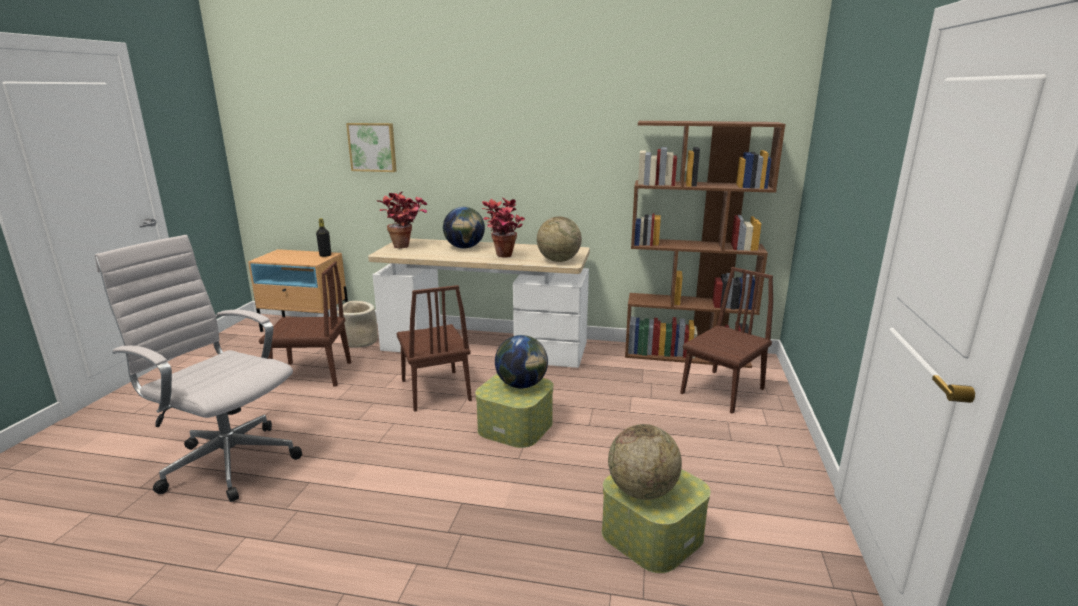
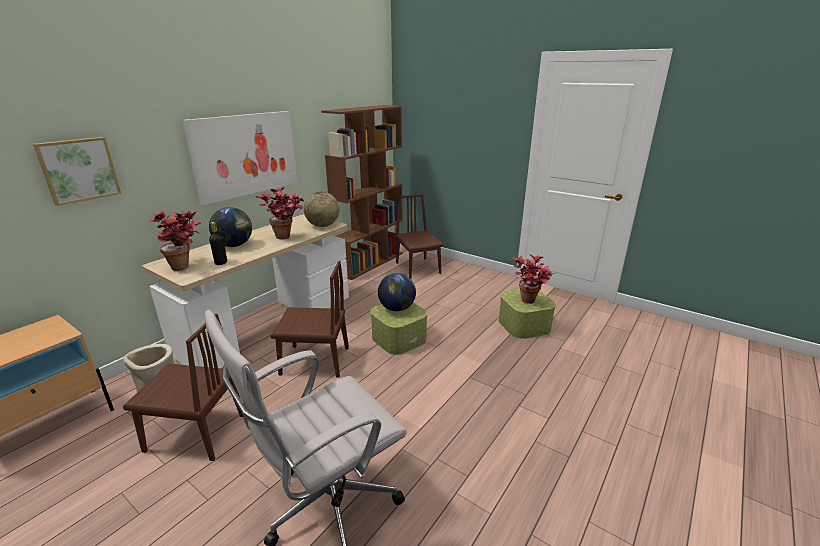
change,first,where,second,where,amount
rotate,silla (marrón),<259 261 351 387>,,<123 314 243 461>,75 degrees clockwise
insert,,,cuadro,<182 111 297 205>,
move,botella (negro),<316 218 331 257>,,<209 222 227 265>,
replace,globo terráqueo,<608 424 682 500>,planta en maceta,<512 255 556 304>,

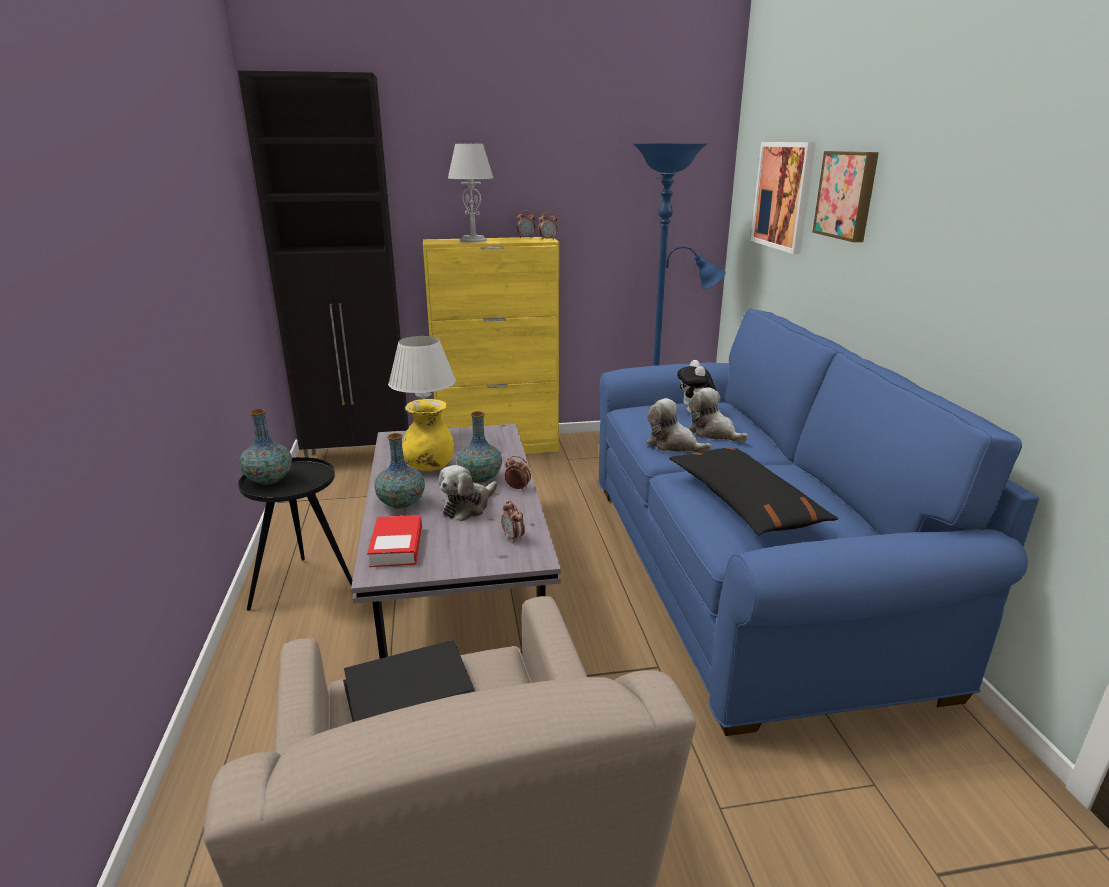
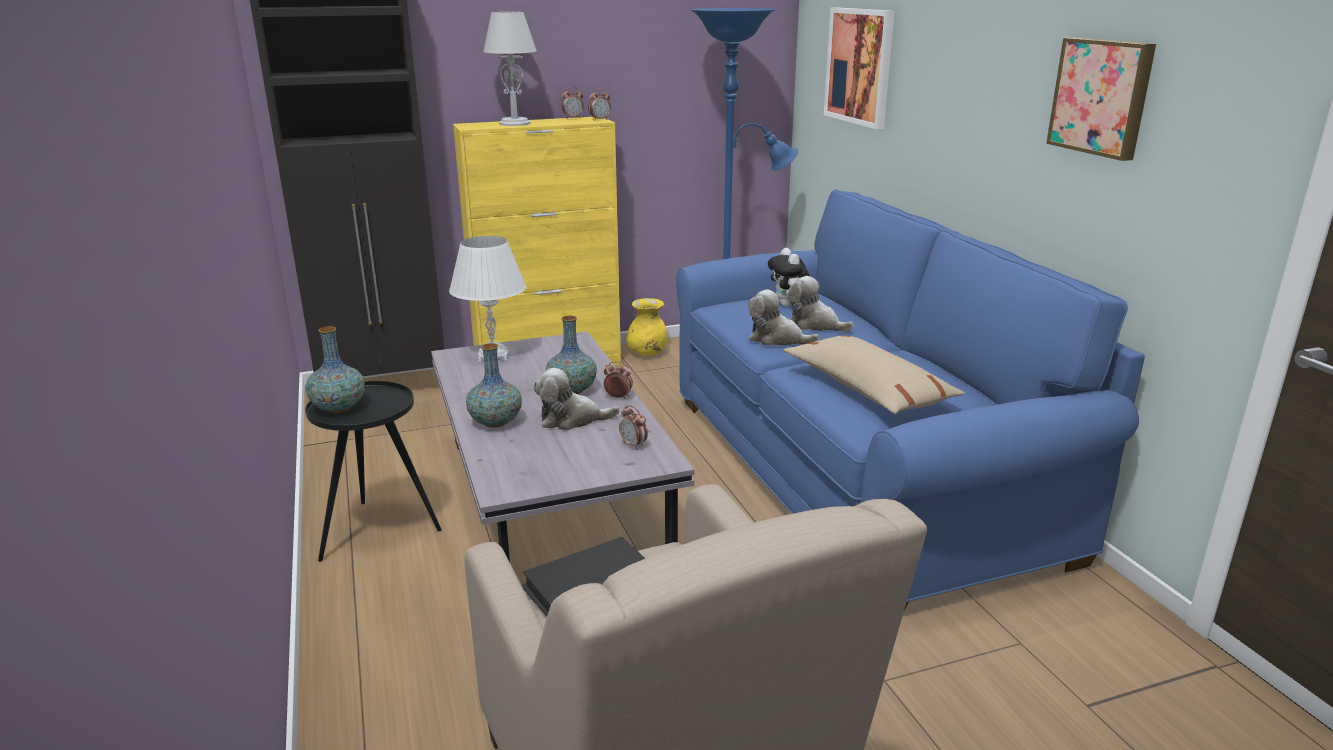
change,first,where,second,where,amount
rotate,peluche,<438 465 497 521>,,<534 368 620 431>,60 degrees clockwise
move,florero (amarillo),<402 399 454 471>,,<626 298 667 356>,
recolor,cojín (negro),<669 448 838 536>,cojín (beis),<783 335 965 414>,
move,cuadro,<812 151 879 242>,,<1046 37 1156 161>,
delete,libro,<367 515 422 567>,,,

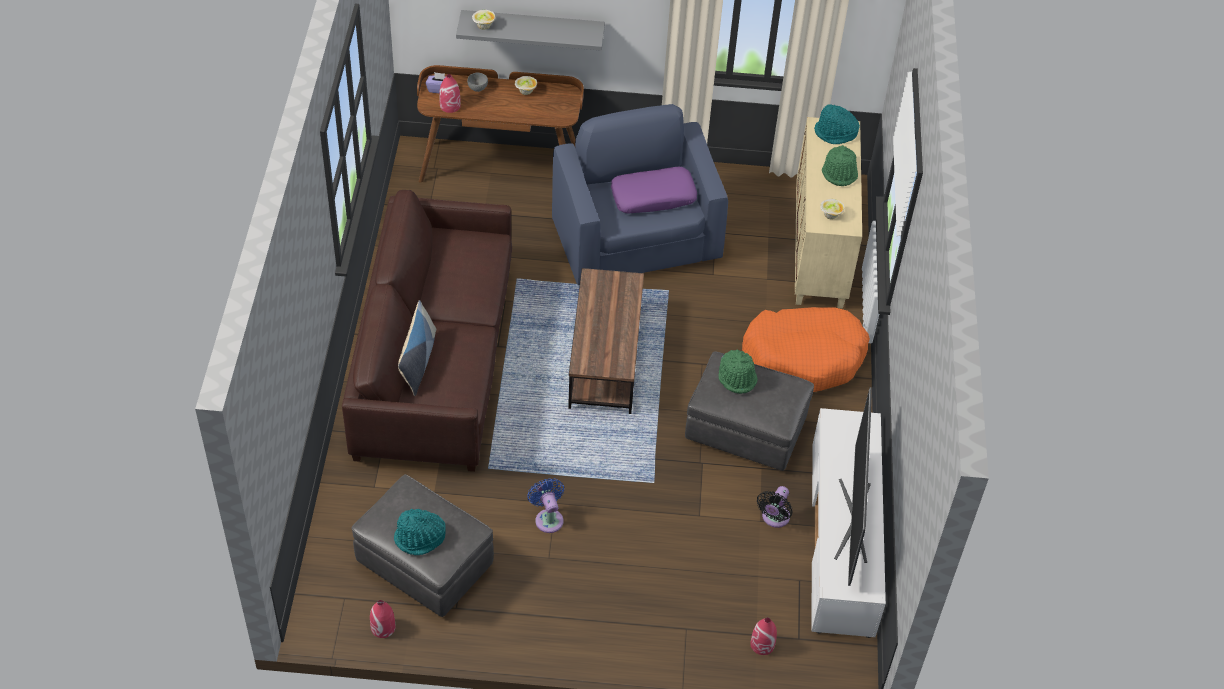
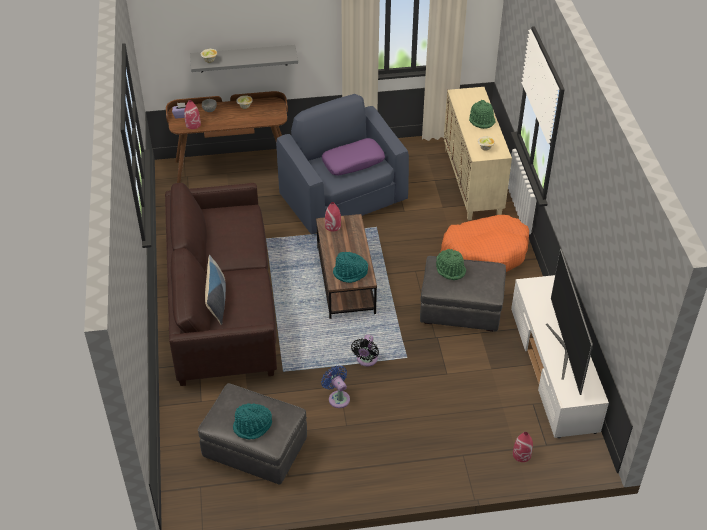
change,first,where,second,where,amount
move,florero (rojo),<370 600 396 638>,,<325 202 341 231>,
move,sombrero (turquesa),<814 104 860 144>,,<333 252 368 283>,
move,ventilador (negro),<757 486 792 528>,,<351 334 379 367>,

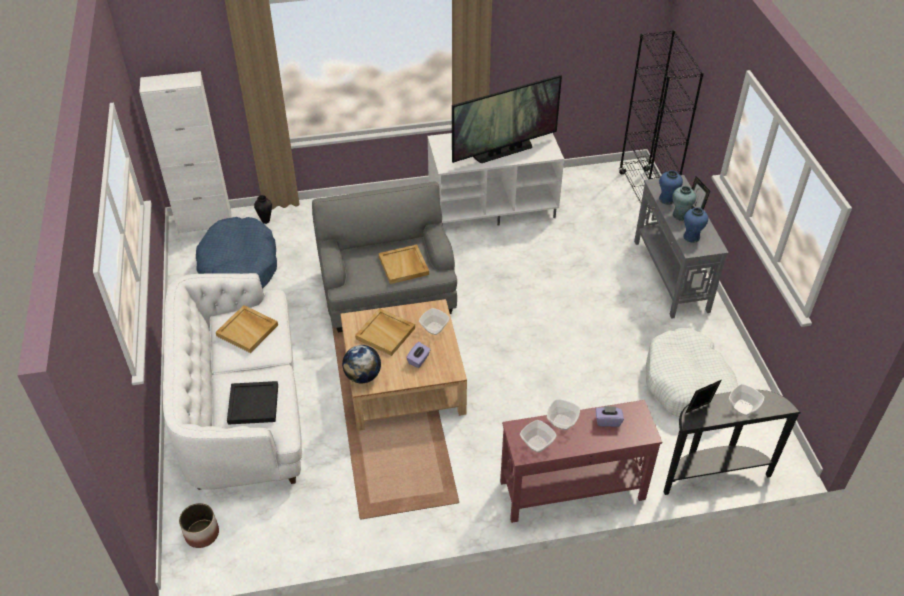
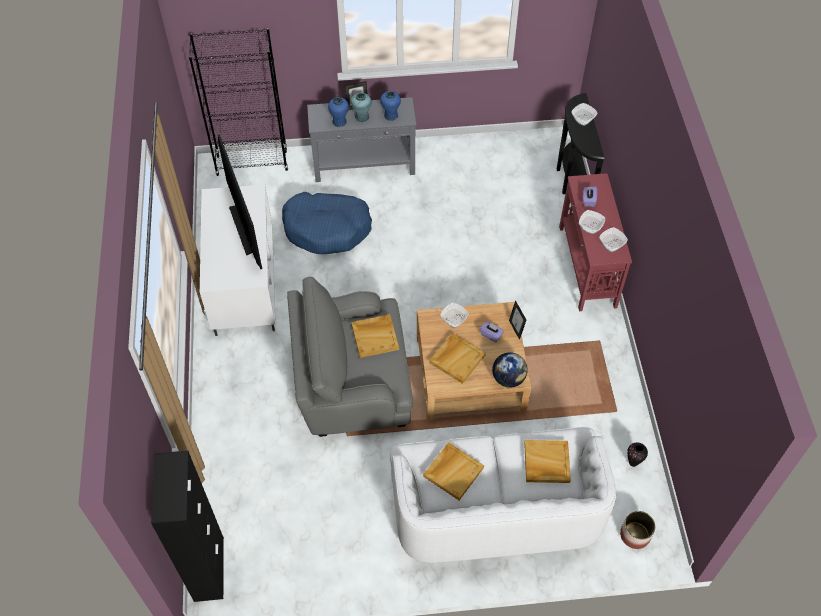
change,first,where,second,where,amount
recolor,armario (blanco),<139 71 232 234>,armario (negro),<151 450 224 602>,
move,cama para perro (azul),<196 217 277 289>,,<282 192 372 254>,
move,portarretratos,<685 380 721 413>,,<509 300 526 340>,
recolor,bandeja (negro),<227 381 278 425>,bandeja (beis),<524 440 571 483>,
move,florero,<254 195 272 224>,,<627 442 648 467>,
delete,cama para perro (blanco),<646 328 738 417>,,,

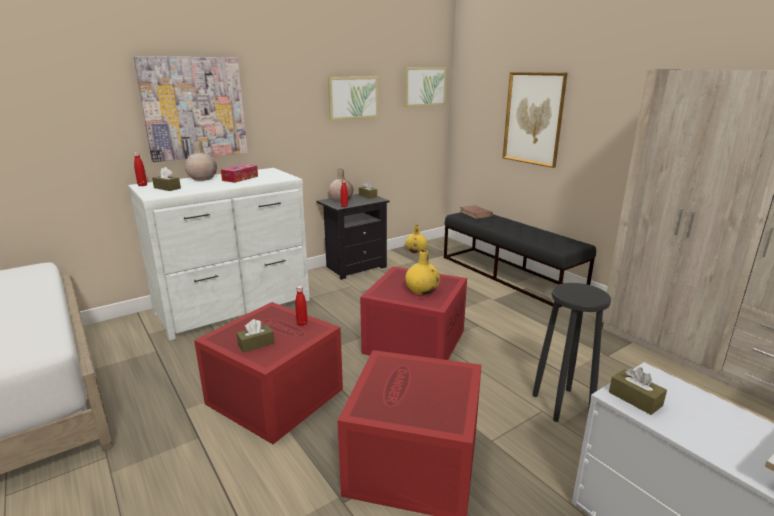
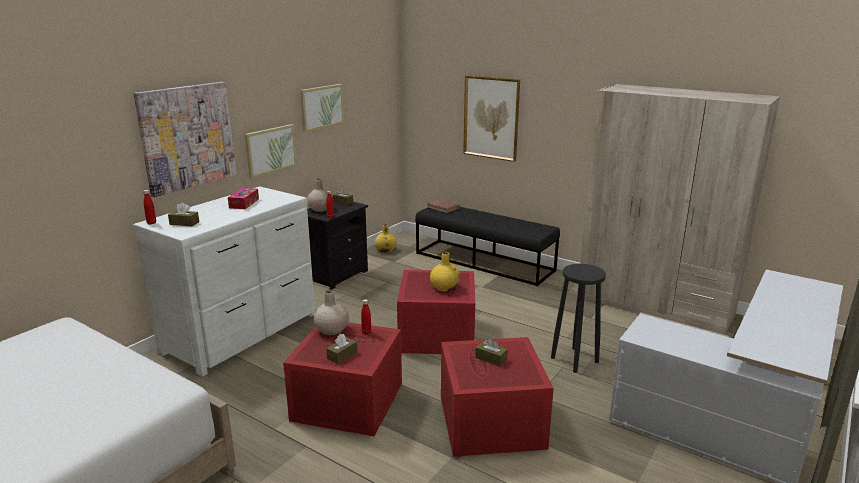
change,first,where,second,where,amount
move,cuadro,<404 67 446 107>,,<245 124 297 178>,
move,florero (beis),<185 140 217 181>,,<314 290 349 335>,
move,caja de pañuelos (marrón),<609 367 667 415>,,<475 338 508 366>,

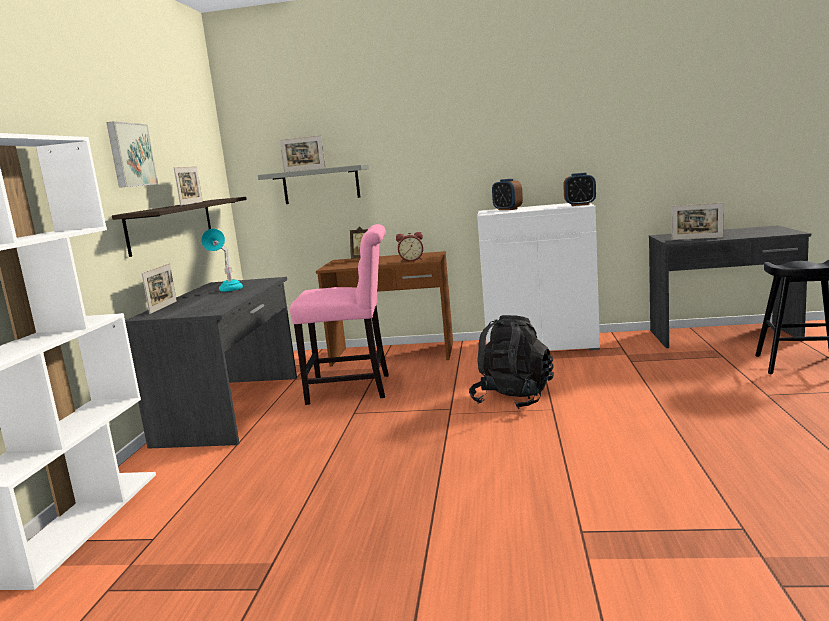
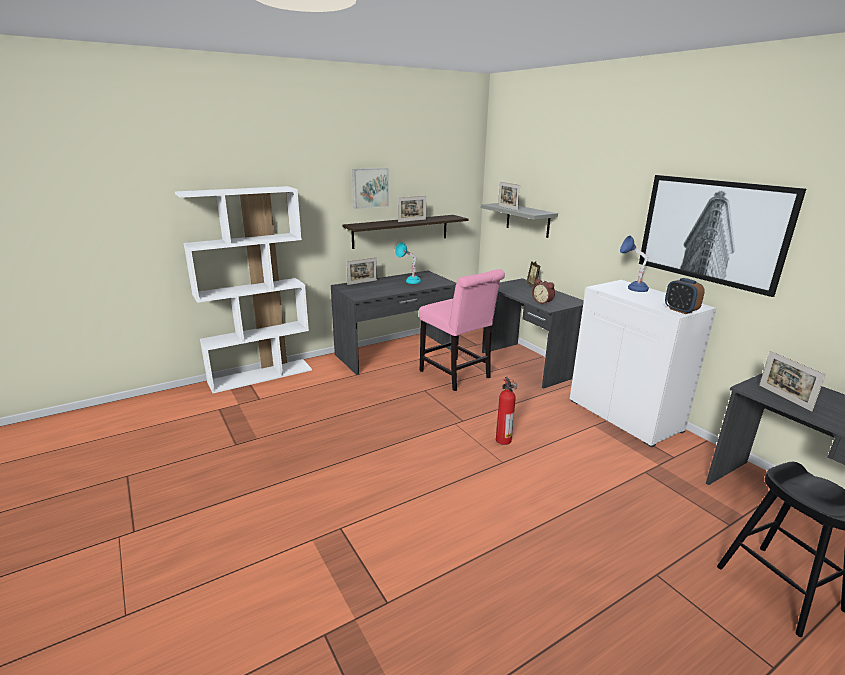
change,first,where,second,where,amount
recolor,escritorio (marrón),<316 251 453 367>,escritorio (gris),<482 278 584 389>,
replace,mochila (negro),<469 315 554 409>,extintor,<496 377 517 445>,
replace,despertador,<492 179 523 210>,lámpara de mesa (azul),<620 236 649 292>,
insert,,,cuadro,<639 175 806 297>,

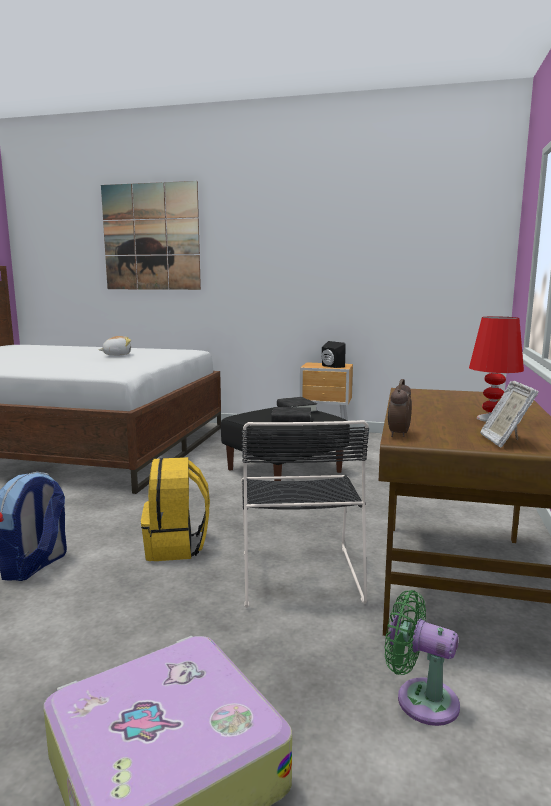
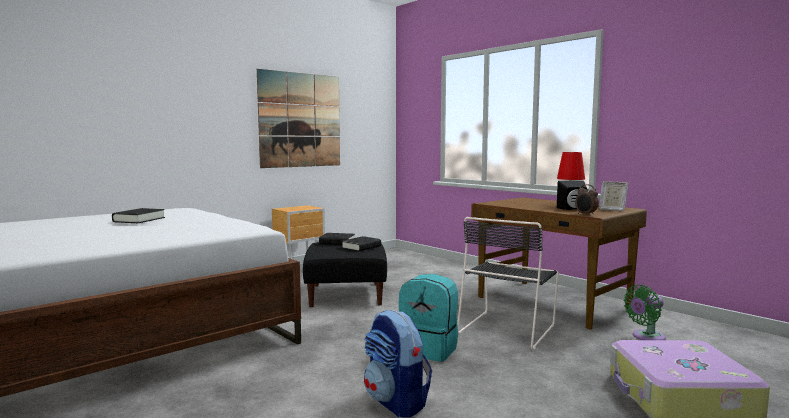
change,first,where,second,where,amount
replace,peluche,<99 336 131 356>,libro (negro),<112 208 165 223>,
move,cuadro,<101 181 201 290>,,<257 69 340 168>,
recolor,mochila (amarillo),<141 457 210 561>,mochila (turquesa),<399 274 458 362>,
rotate,silla (negro),<241 420 369 608>,,<457 217 559 350>,90 degrees clockwise
move,altavoz (negro),<322 341 346 368>,,<557 181 587 210>,

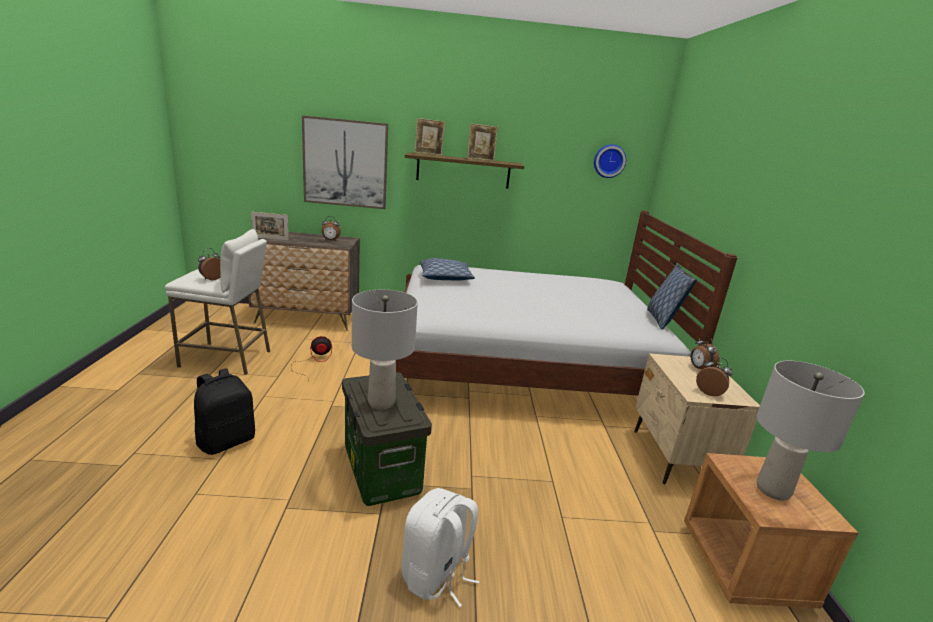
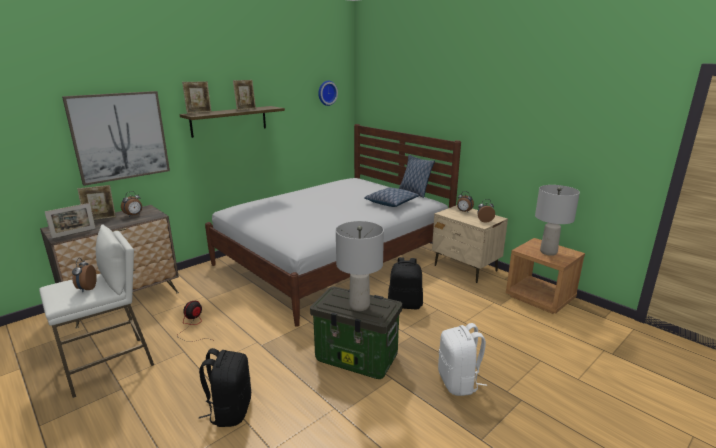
change,first,where,second,where,amount
insert,,,portarretratos,<77 185 116 220>,
move,cojín,<420 258 475 280>,,<364 188 419 207>,
insert,,,mochila (negro),<388 257 423 309>,

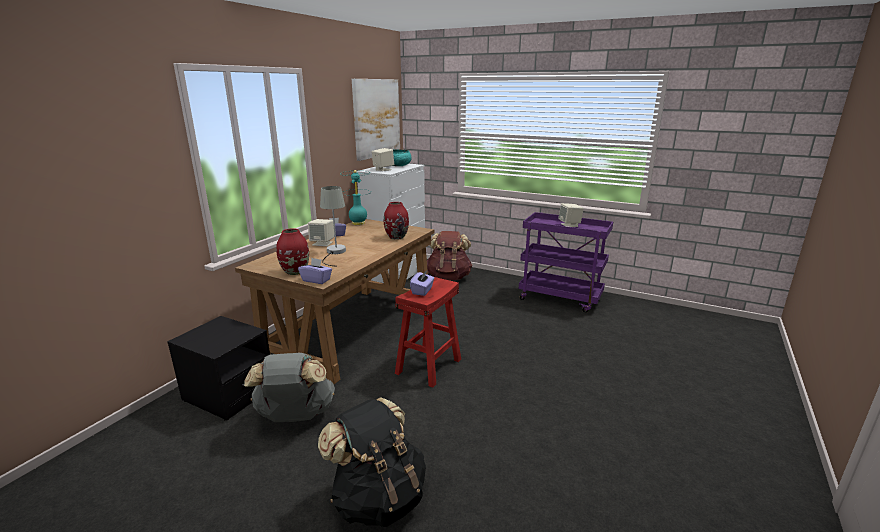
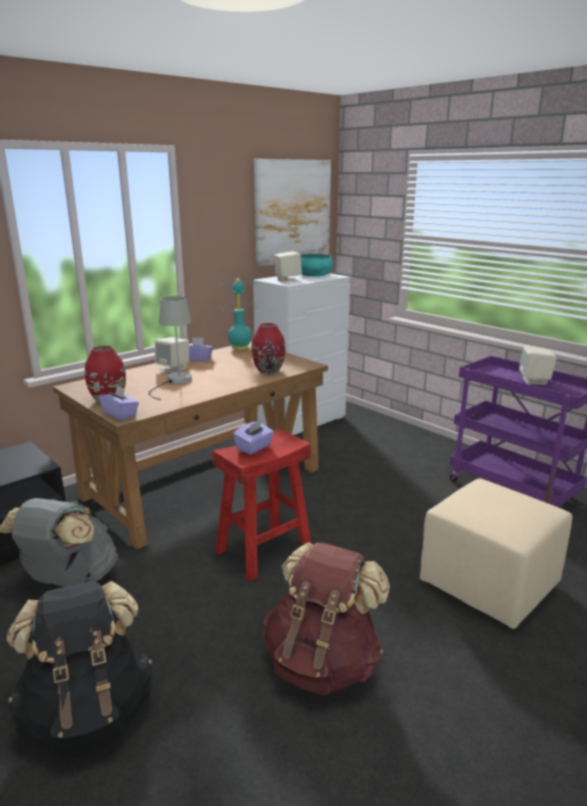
change,first,where,second,where,amount
move,mochila (marrón),<427 231 472 280>,,<263 542 390 695>,
insert,,,puf (beis),<420 478 573 629>,

